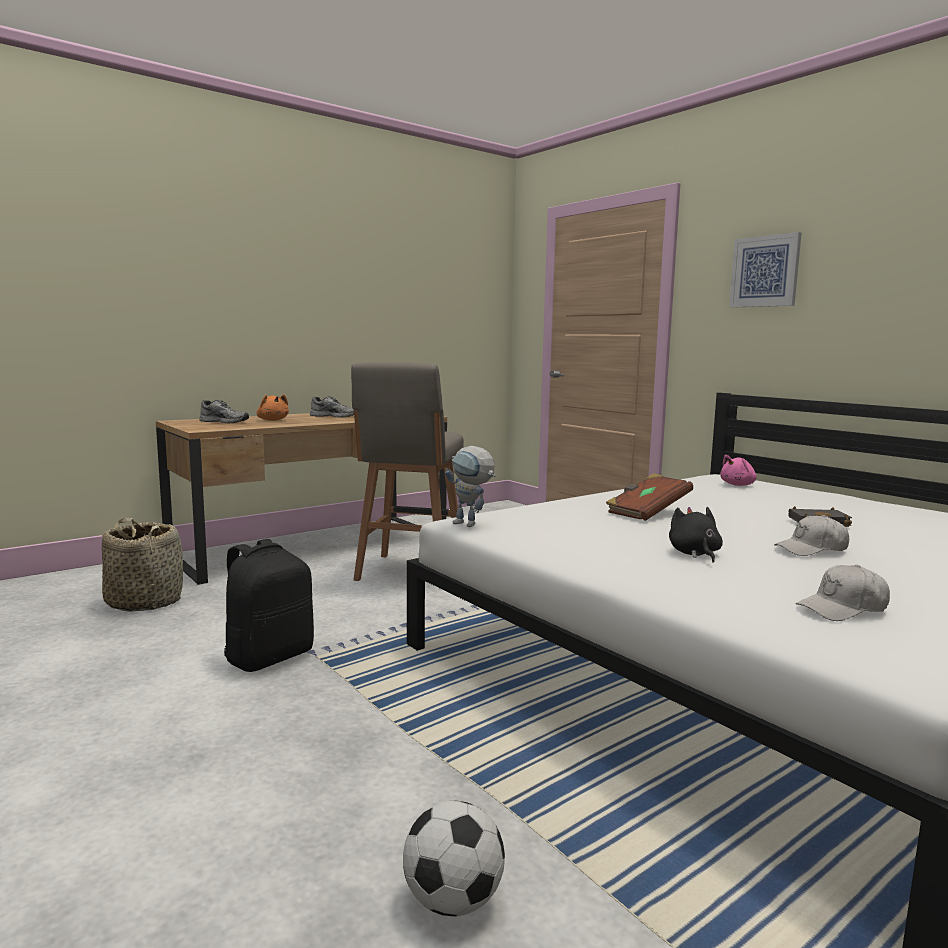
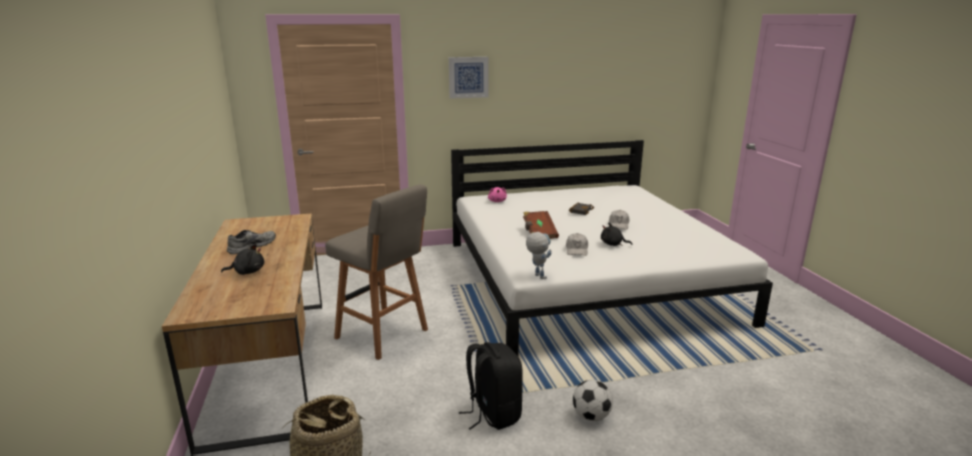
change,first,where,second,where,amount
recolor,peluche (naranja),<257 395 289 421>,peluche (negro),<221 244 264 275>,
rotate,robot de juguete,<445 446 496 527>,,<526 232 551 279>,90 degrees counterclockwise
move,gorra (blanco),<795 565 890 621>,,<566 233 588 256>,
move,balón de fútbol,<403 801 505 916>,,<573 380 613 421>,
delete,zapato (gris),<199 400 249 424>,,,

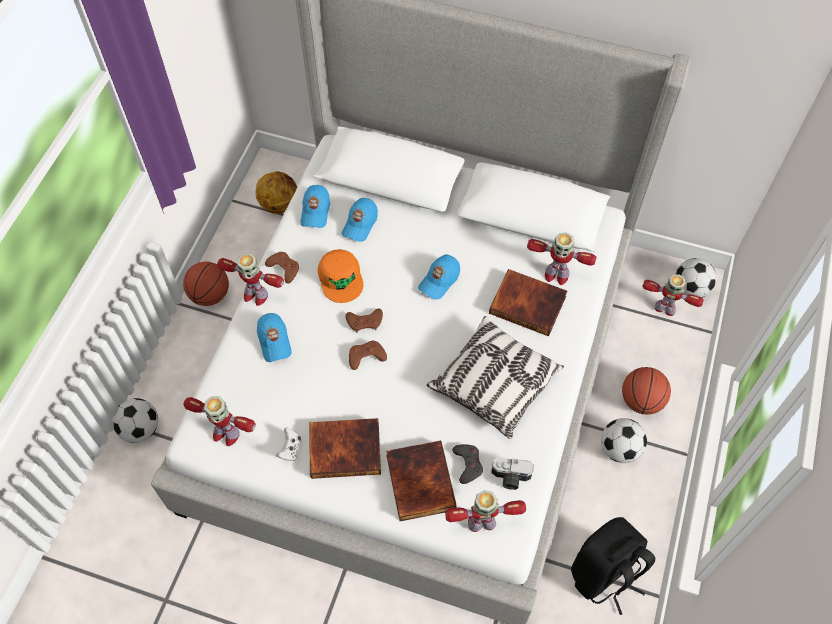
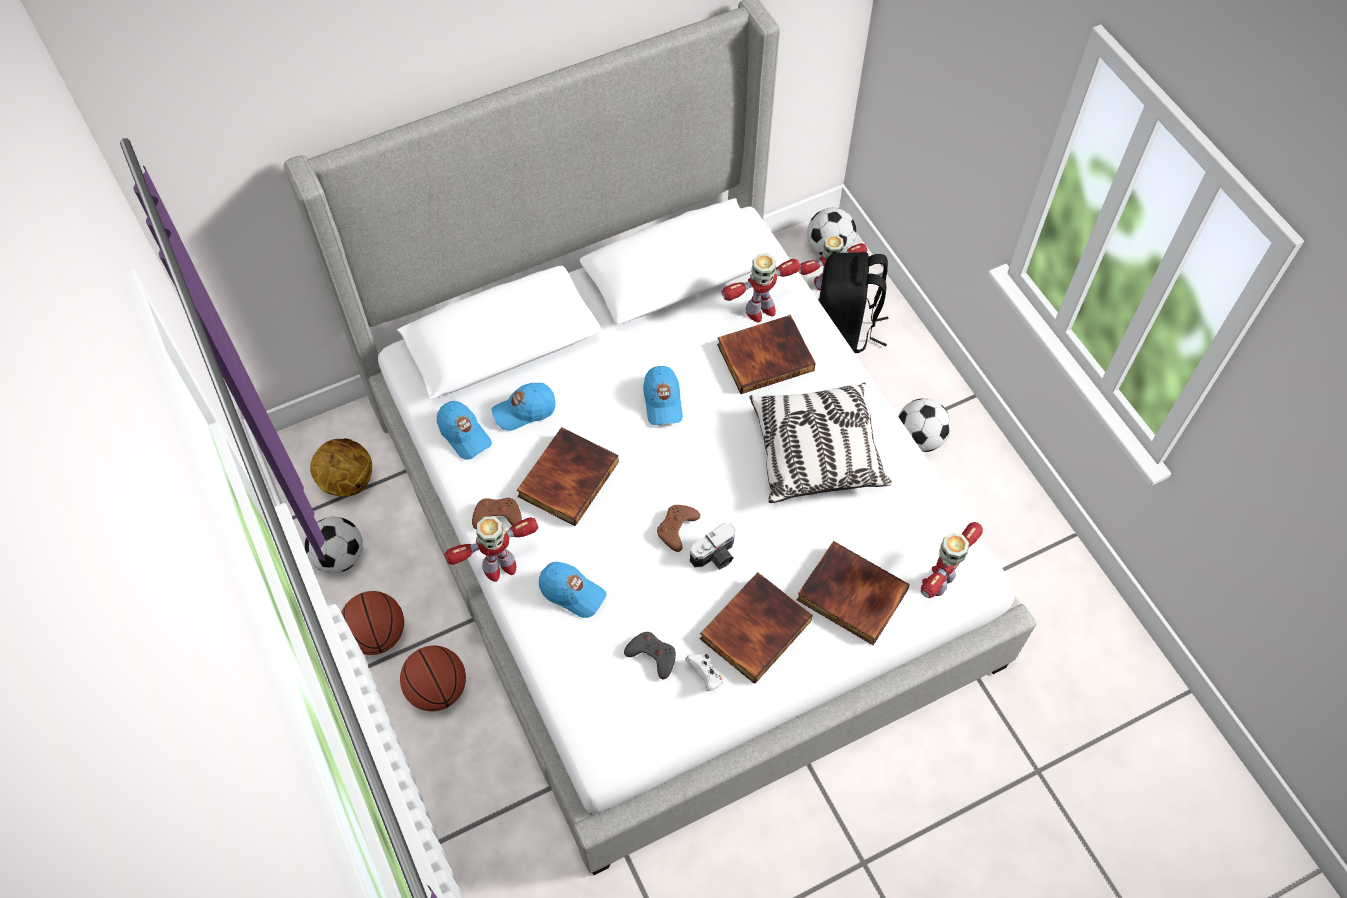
change,first,where,second,where,amount
move,balón de fútbol,<112 398 158 443>,,<305 517 363 573>,
move,balón de baloncesto,<622 367 671 415>,,<400 646 466 712>,
rotate,gorra (azul),<342 198 378 242>,,<492 383 556 431>,90 degrees clockwise
replace,gorra (naranja),<318 249 364 303>,libro,<517 427 619 526>,
move,mando de consola (gris),<452 444 483 484>,,<624 632 676 679>,
move,cámara,<491 457 534 490>,,<690 523 735 569>,
move,mochila (negro),<571 517 655 615>,,<819 252 889 353>,
delete,robot de juguete,<183 396 256 446>,,,
delete,mando de consola (marrón),<345 309 383 333>,,,

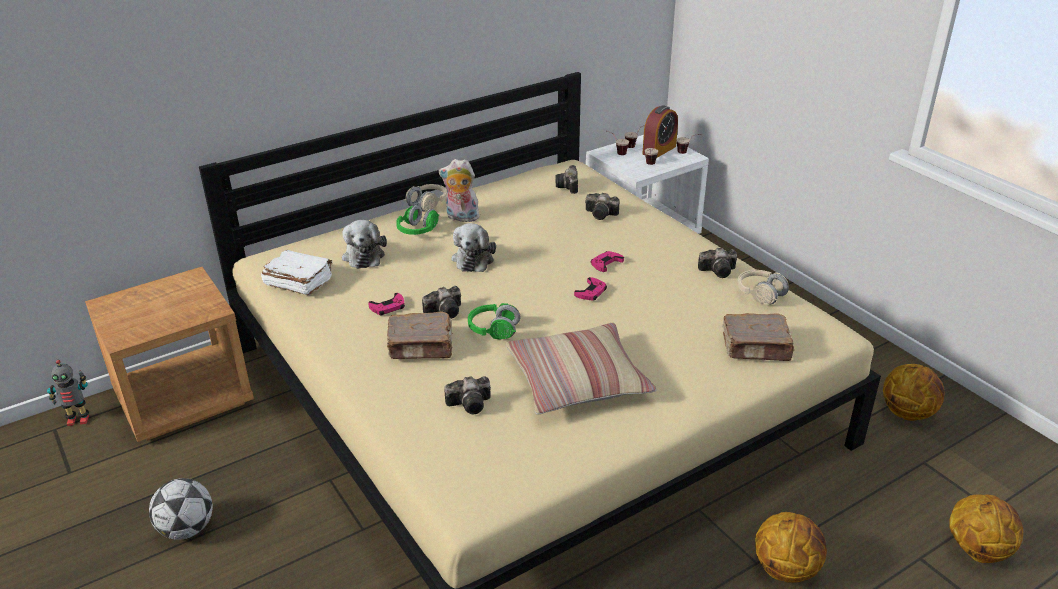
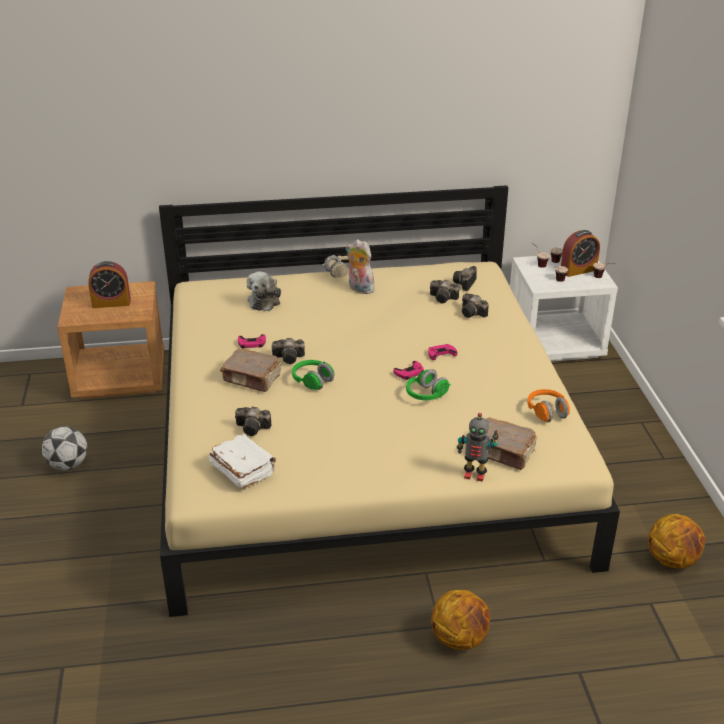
change,first,where,second,where,amount
insert,,,despertador,<88 261 131 308>,
move,libro (blanco),<261 250 333 295>,,<209 434 276 489>,
move,auriculares (verde),<396 205 439 235>,,<406 369 451 400>,
move,cámara,<698 248 737 278>,,<430 280 459 303>,
move,robot de juguete,<47 360 89 426>,,<457 413 499 482>,
recolor,auriculares (beis),<737 270 789 305>,auriculares (naranja),<528 389 570 422>,
delete,peluche,<451 223 496 272>,,,
delete,cojín,<505 323 656 415>,,,
delete,balón de baloncesto,<949 495 1023 563>,,,

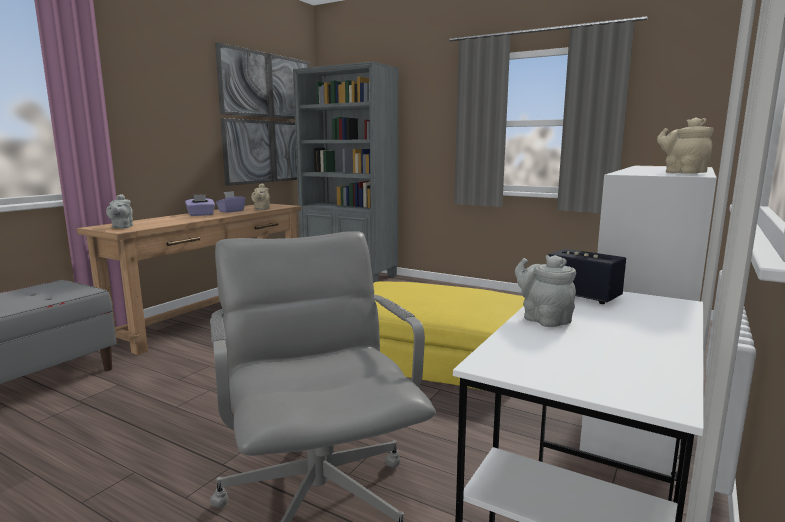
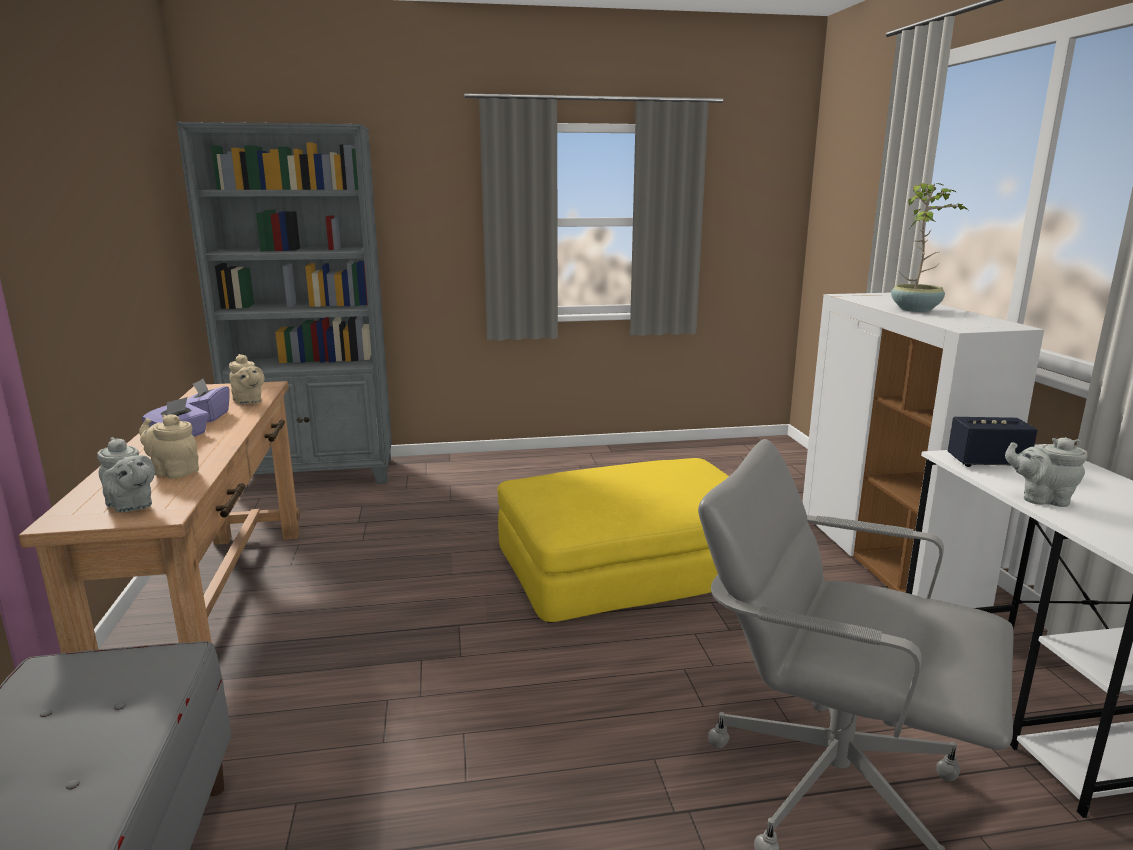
change,first,where,second,where,amount
move,tetera (beis),<657 117 714 174>,,<139 414 199 479>,
insert,,,planta en maceta,<891 183 968 312>,
delete,cuadro,<215 42 309 186>,,,

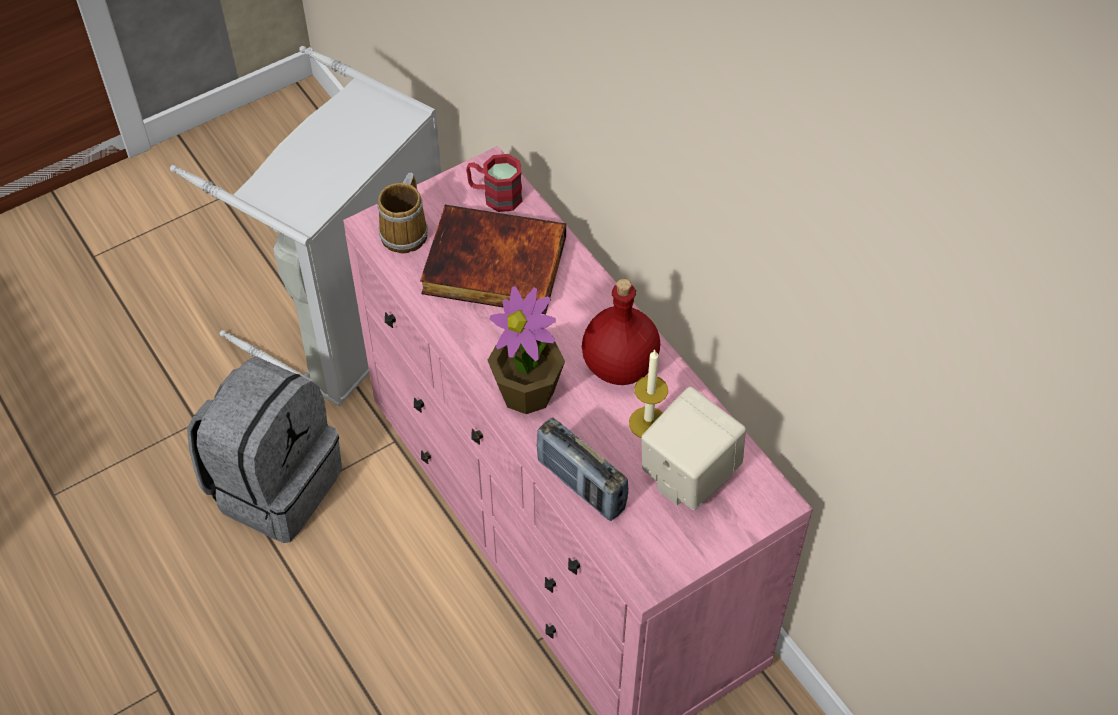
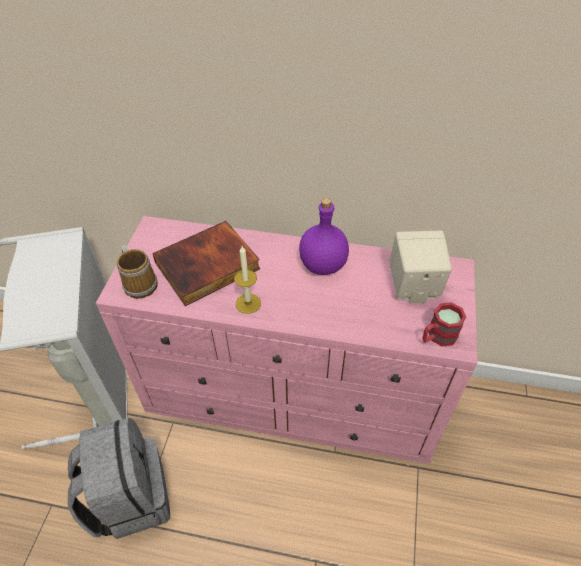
change,first,where,second,where,amount
move,vela,<629 349 668 438>,,<234 246 261 314>,
recolor,botella (rojo),<582 279 660 385>,botella (morado),<299 198 349 275>,
move,taza grande (rojo),<466 154 523 212>,,<422 302 466 346>,
delete,planta en maceta,<488 286 565 414>,,,
delete,radio,<536 417 628 521>,,,

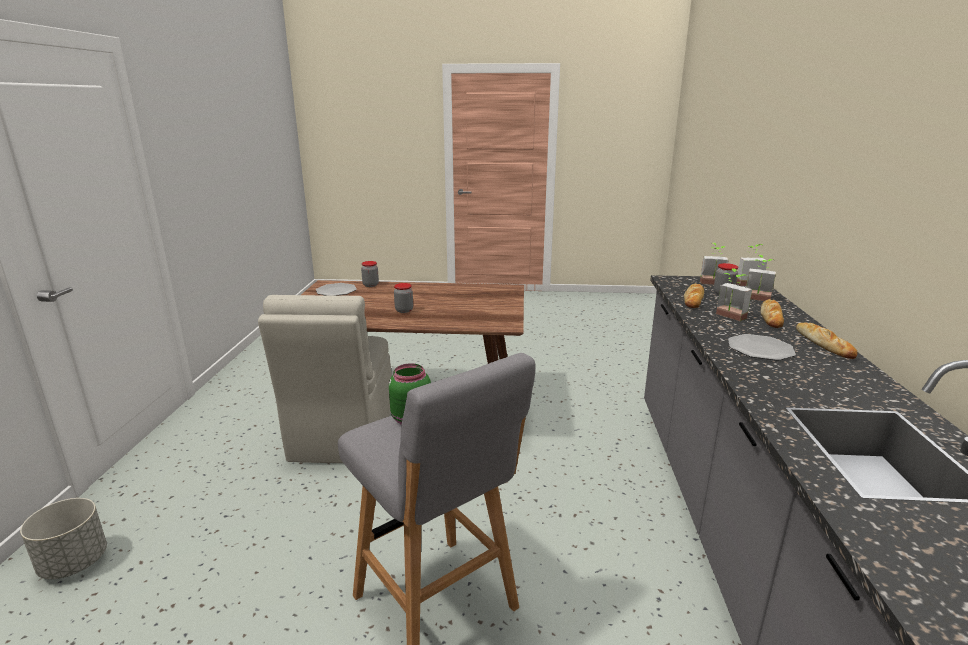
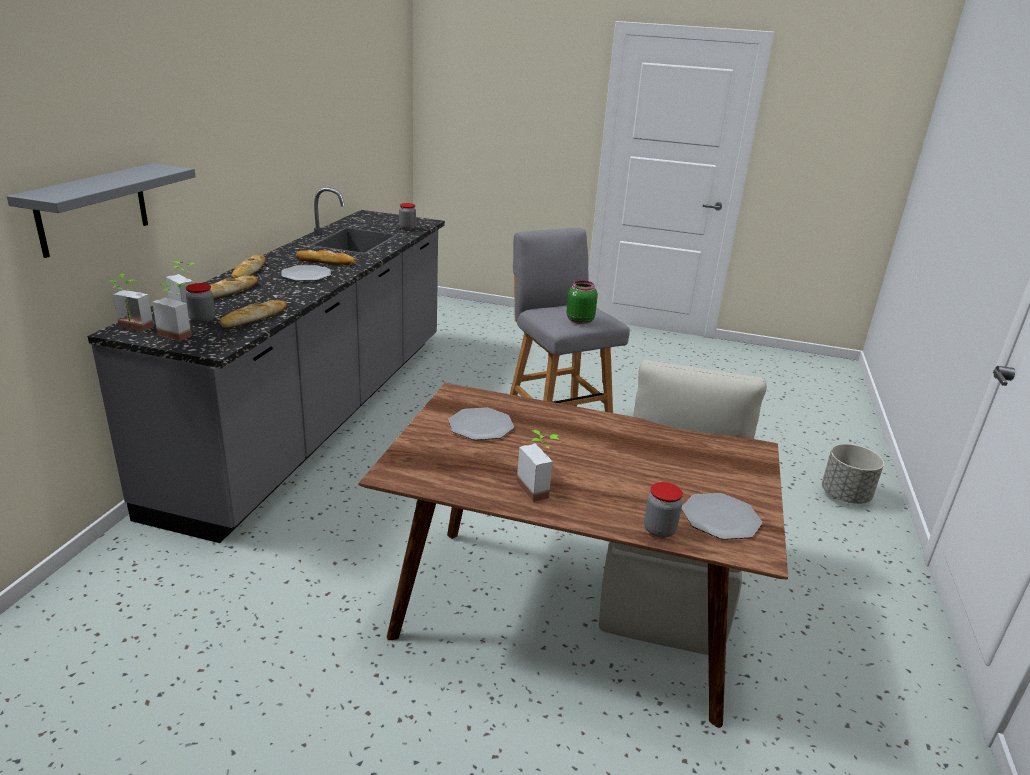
change,first,where,second,where,amount
insert,,,estante (gris),<7 163 196 258>,
insert,,,pan,<296 250 356 265>,
move,tarro,<394 283 413 313>,,<399 203 416 230>,
insert,,,plato,<448 407 514 440>,
move,planta en maceta,<716 269 752 321>,,<517 430 559 502>,

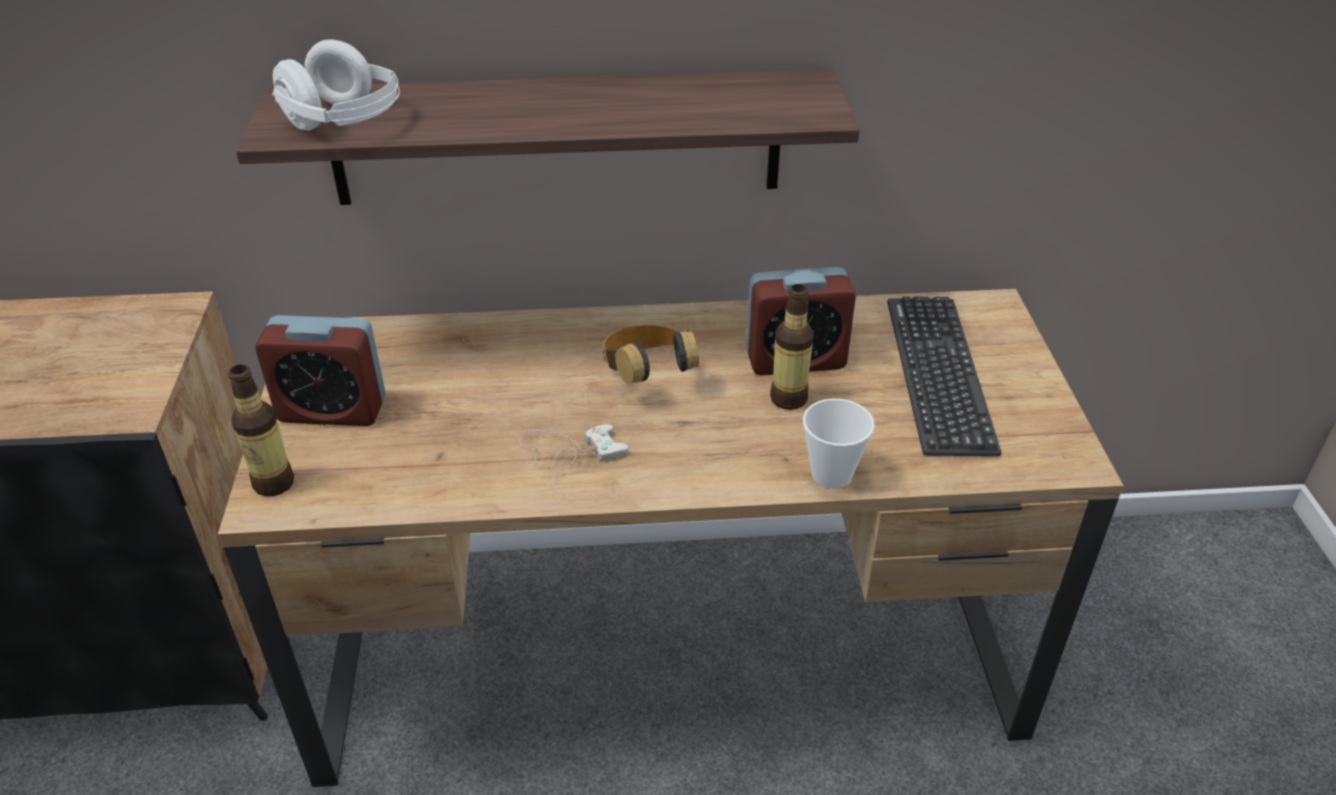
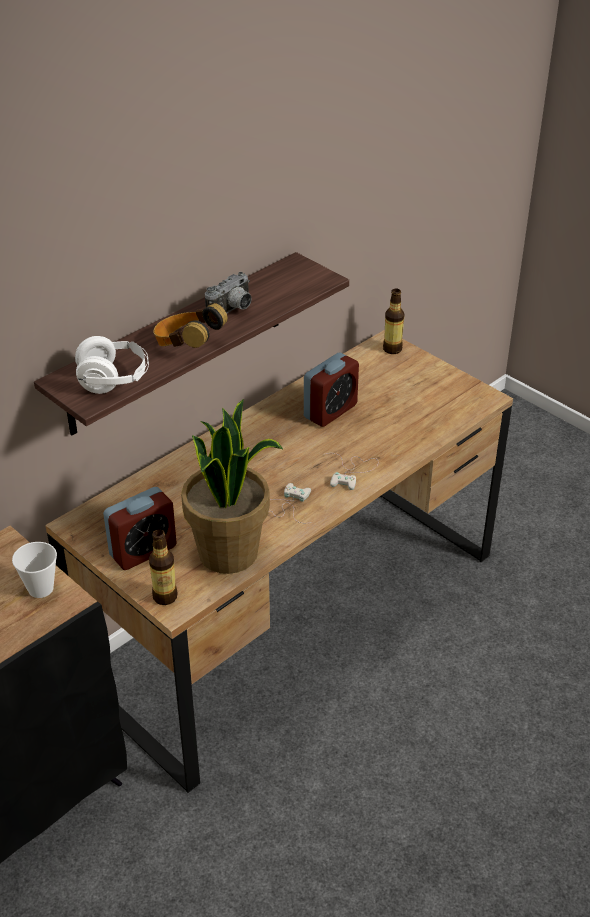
change,first,where,second,where,amount
move,taza,<803 398 875 489>,,<12 542 57 598>,
move,auriculares,<603 325 699 384>,,<153 303 228 348>,
insert,,,planta en maceta,<181 400 283 574>,
insert,,,cámara,<205 272 252 313>,
insert,,,mando de consola (blanco),<326 453 378 490>,
move,botella,<770 284 814 410>,,<383 288 404 354>,
delete,teclado,<887 296 1001 456>,,,

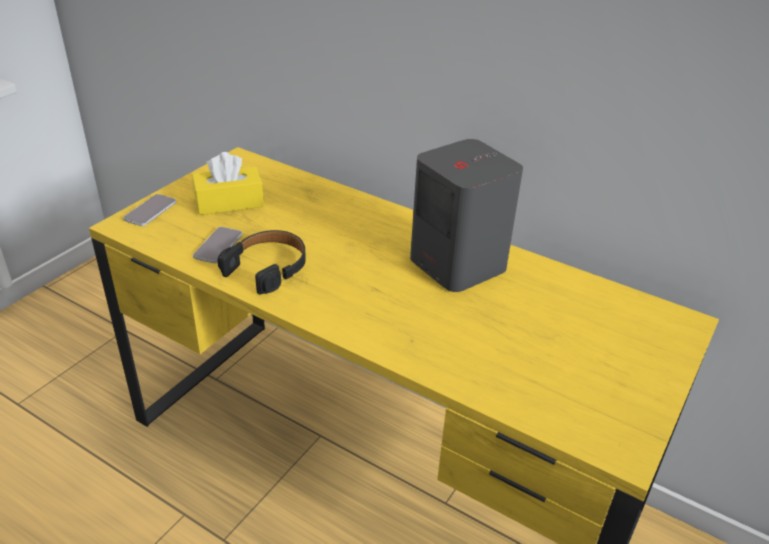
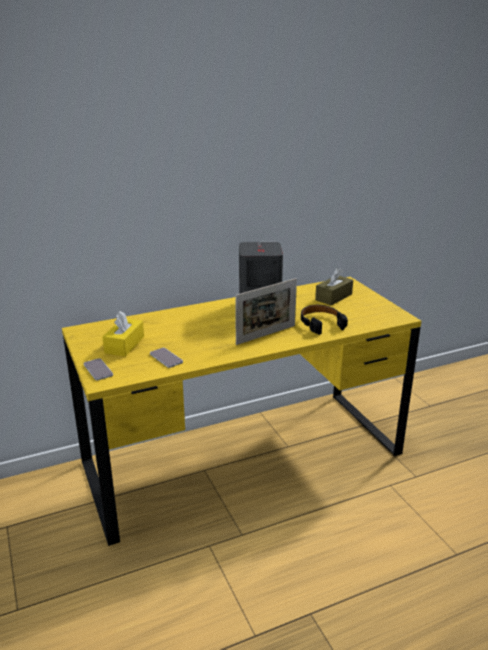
change,first,where,second,where,amount
insert,,,portarretratos,<235 278 297 345>,
move,auriculares (negro),<218 230 306 295>,,<301 305 348 335>,
insert,,,caja de pañuelos (marrón),<315 268 353 305>,

